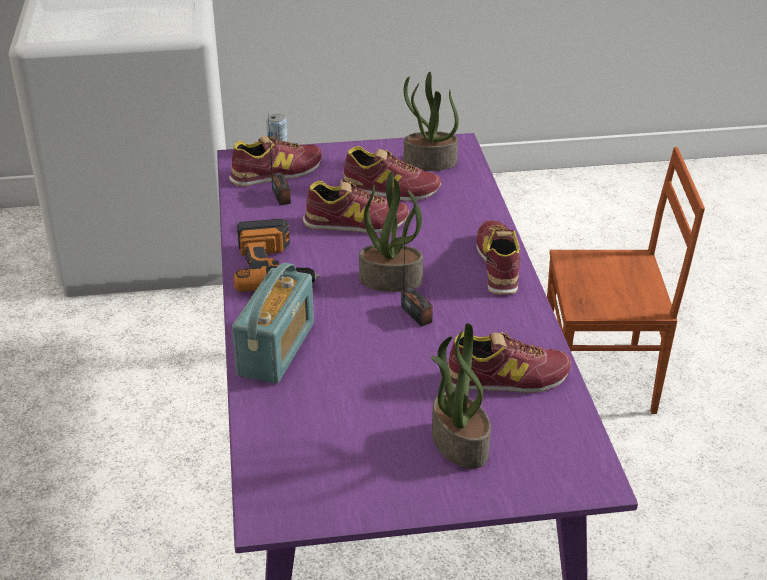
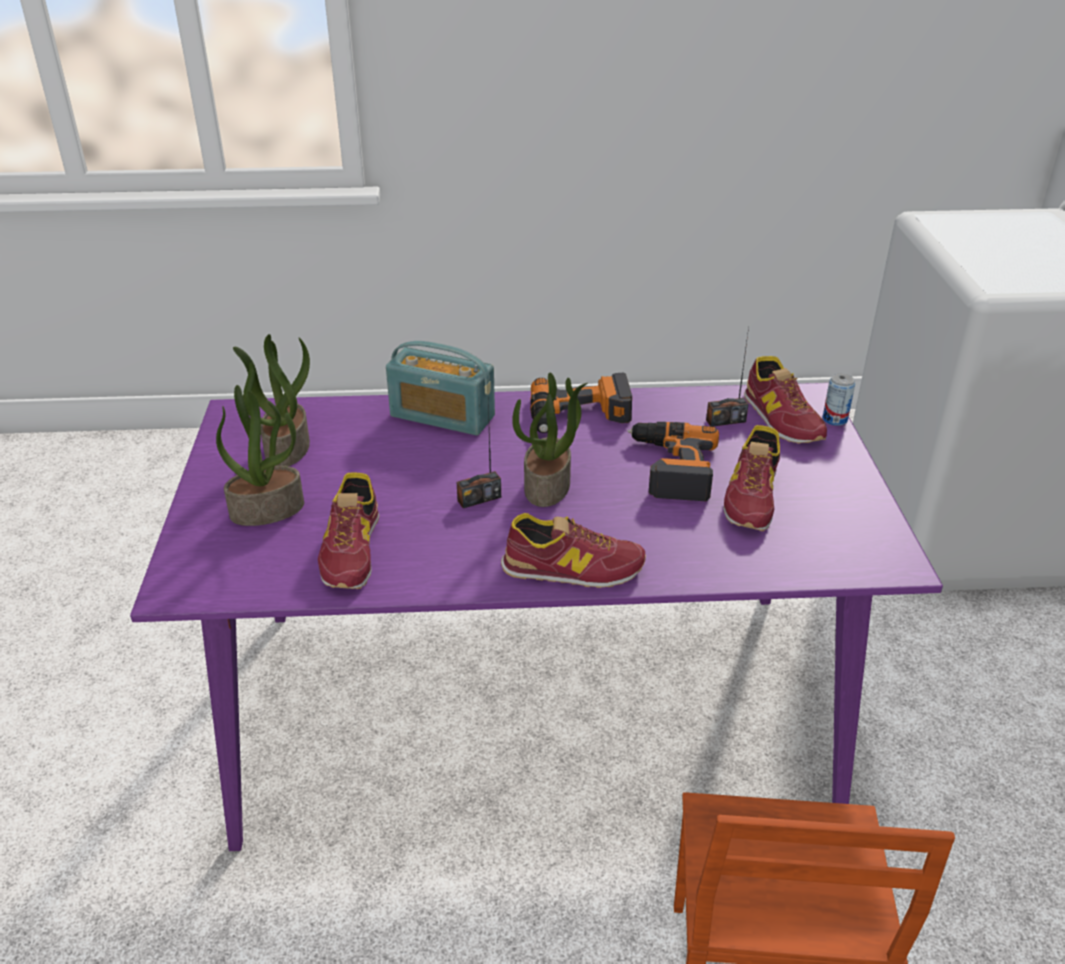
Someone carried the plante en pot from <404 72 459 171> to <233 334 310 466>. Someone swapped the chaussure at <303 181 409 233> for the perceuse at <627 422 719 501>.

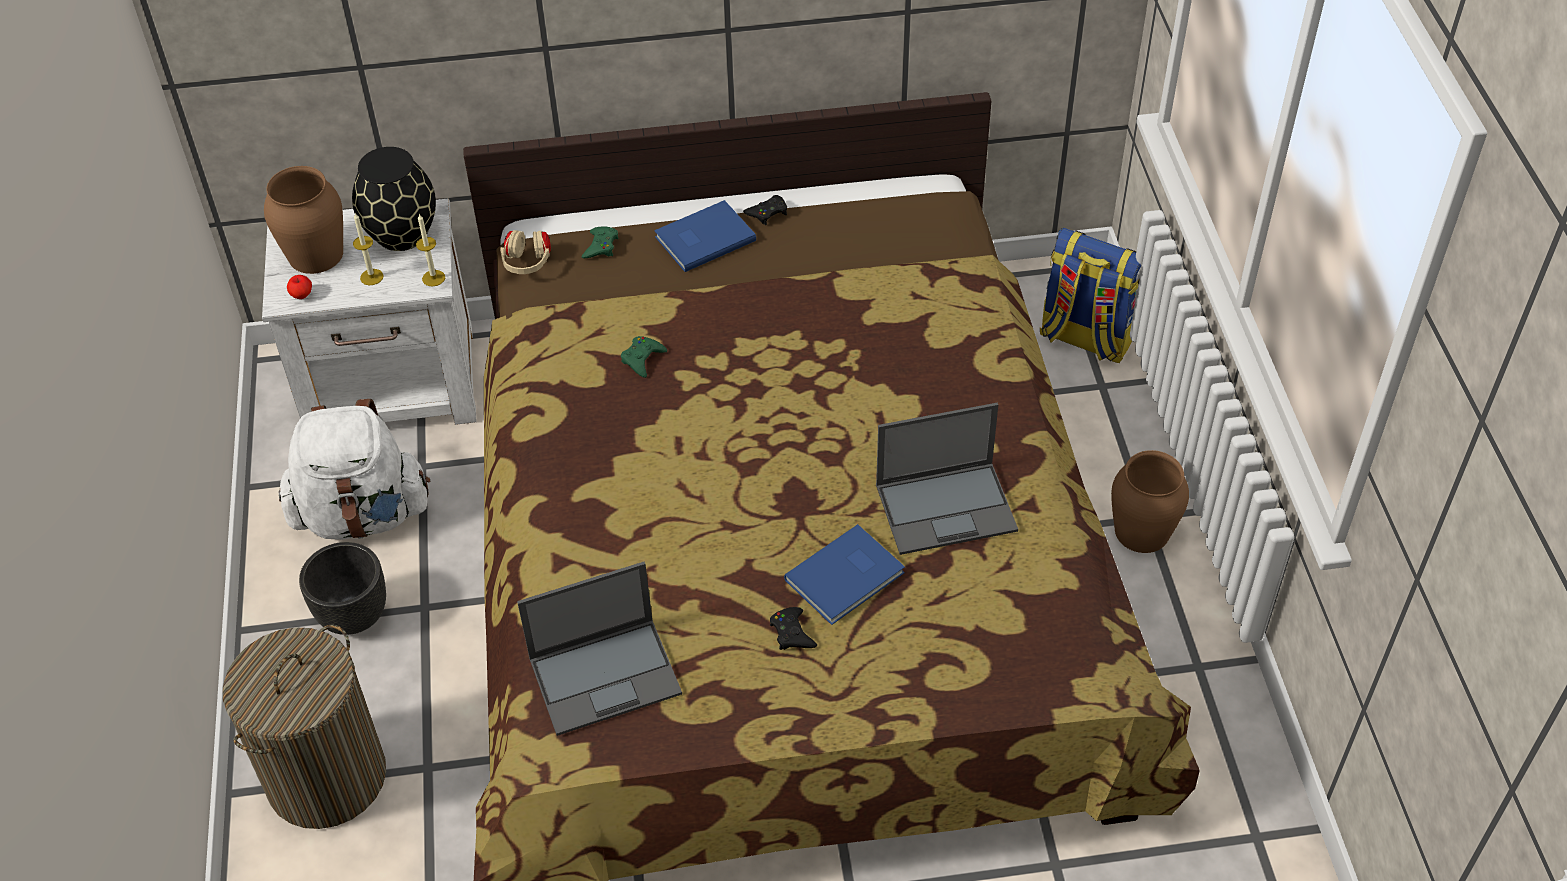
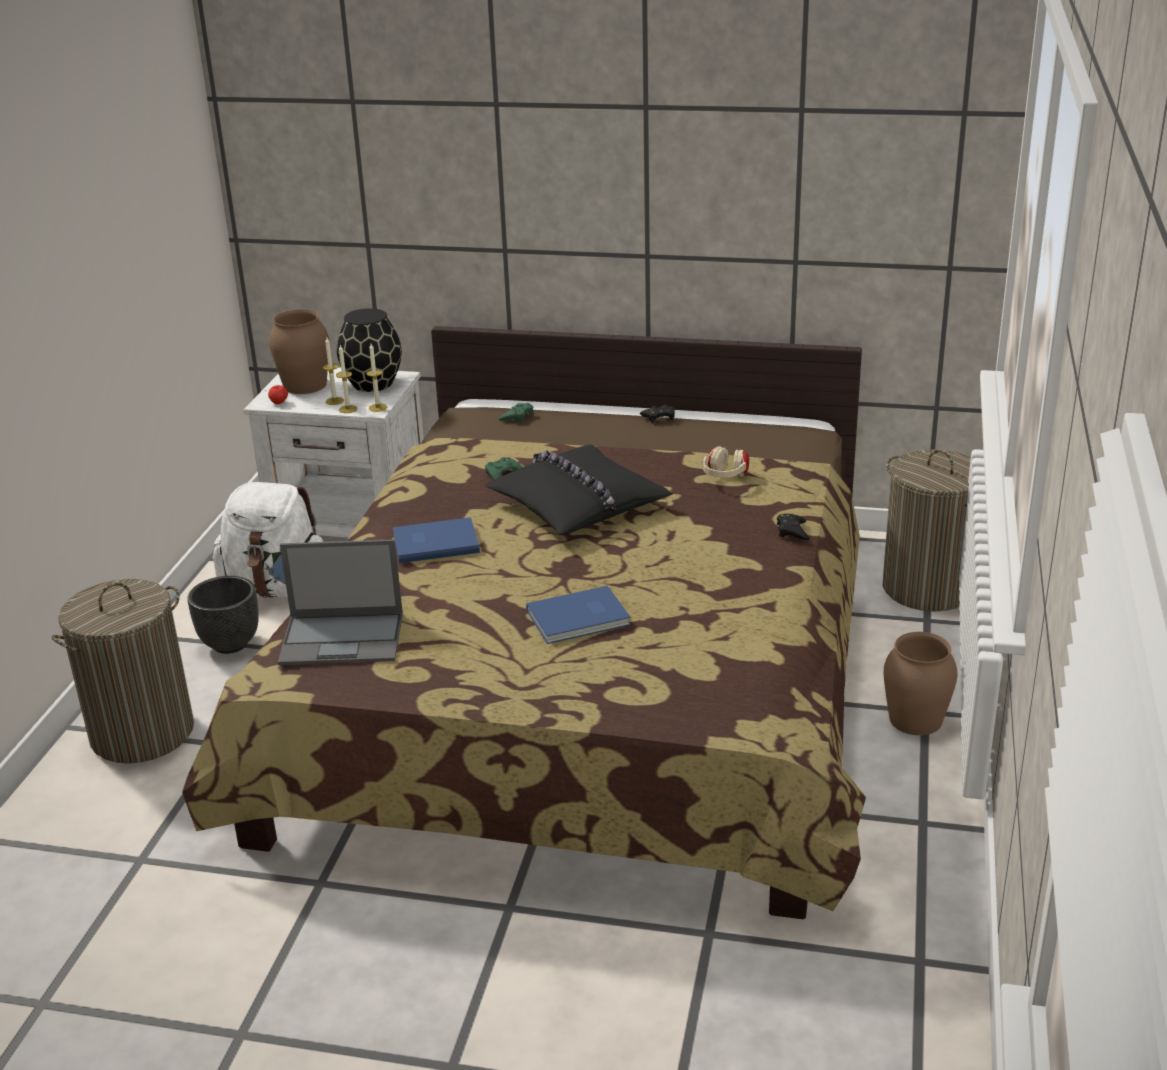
Someone carried the livre/bleu from <654 200 756 272> to <393 517 480 563>. Someone swapped the sac à dos at <1040 228 1141 363> for the panier à linge at <883 449 971 611>. Someone carried the casque audio/beige from <500 230 551 274> to <703 446 749 478>. Someone took away the ordinateur portable at <876 403 1018 555>. Someone carried the manette/noir from <770 607 817 650> to <777 513 810 540>. Someone put down the bougie at <336 345 357 413>. Someone put down the coussin/noir at <485 445 673 535>.

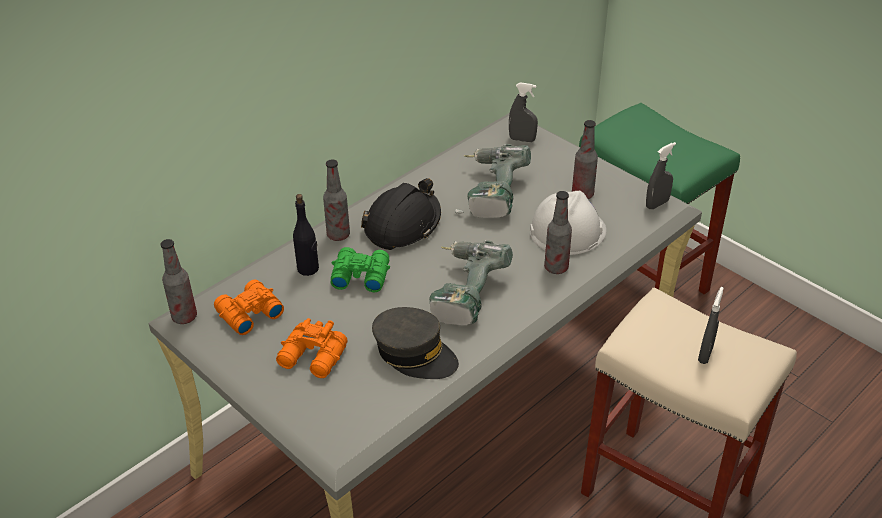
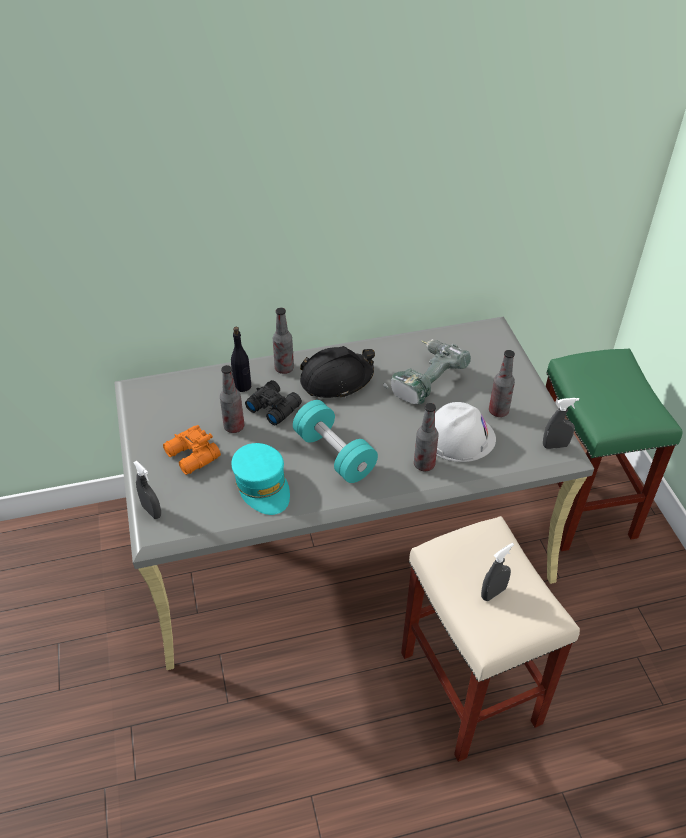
Someone carried the vaporisateur/gris from <509 82 538 142> to <134 461 161 519>. Someone carried the bouteille from <161 239 197 324> to <220 365 244 433>. Someone swapped the perceuse at <429 240 513 325> for the haltère/turquoise at <293 400 378 483>. Someone repainted the jumelles/vert at <331 247 390 292>, which became the jumelles/noir at <245 380 302 425>. Someone took away the jumelles/orange at <214 280 284 335>. Someone repainted the casquette/gris at <372 307 459 379>, which became the casquette/turquoise at <231 443 290 515>.

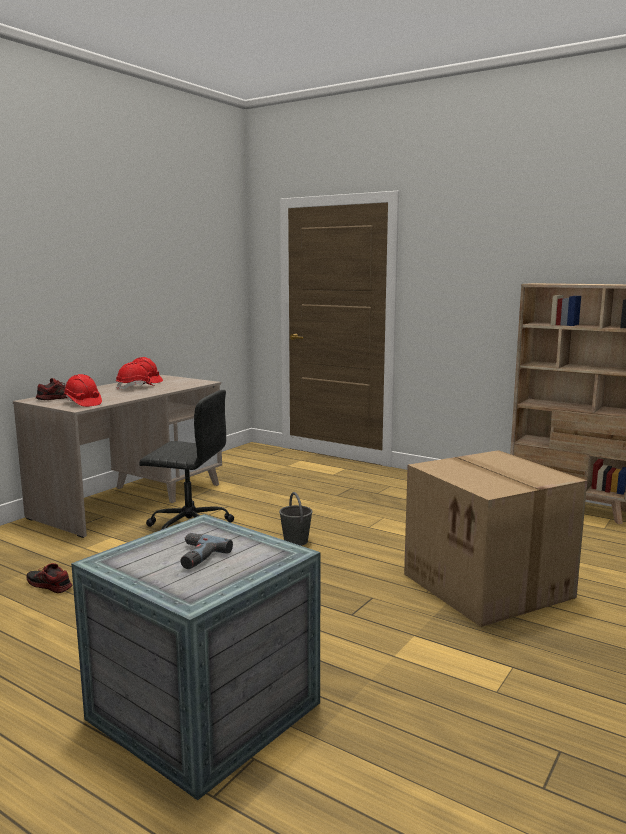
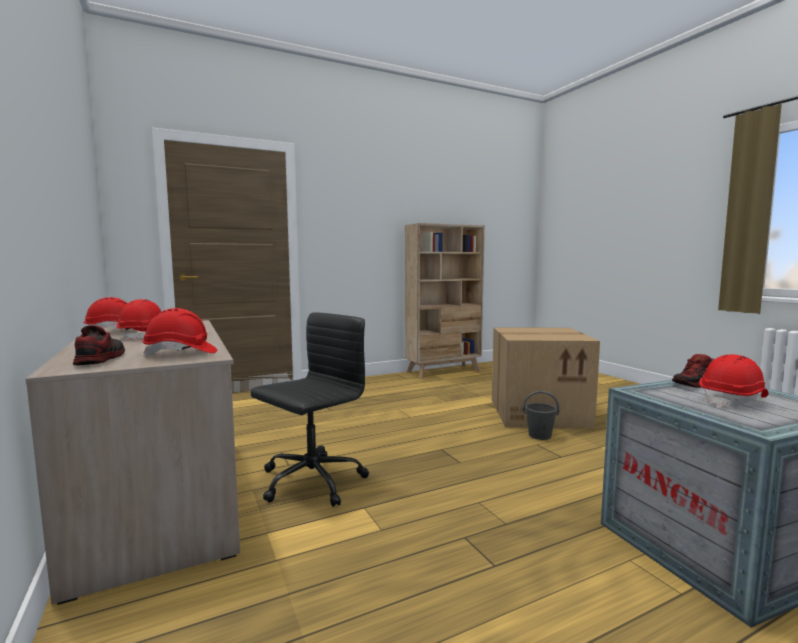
Someone carried the seau/gris from <279 492 313 546> to <523 391 560 440>. Someone swapped the perceuse at <181 533 233 569> for the casque de chantier/rouge at <699 354 769 408>. Someone carried the chaussure from <26 563 72 593> to <672 354 714 388>.

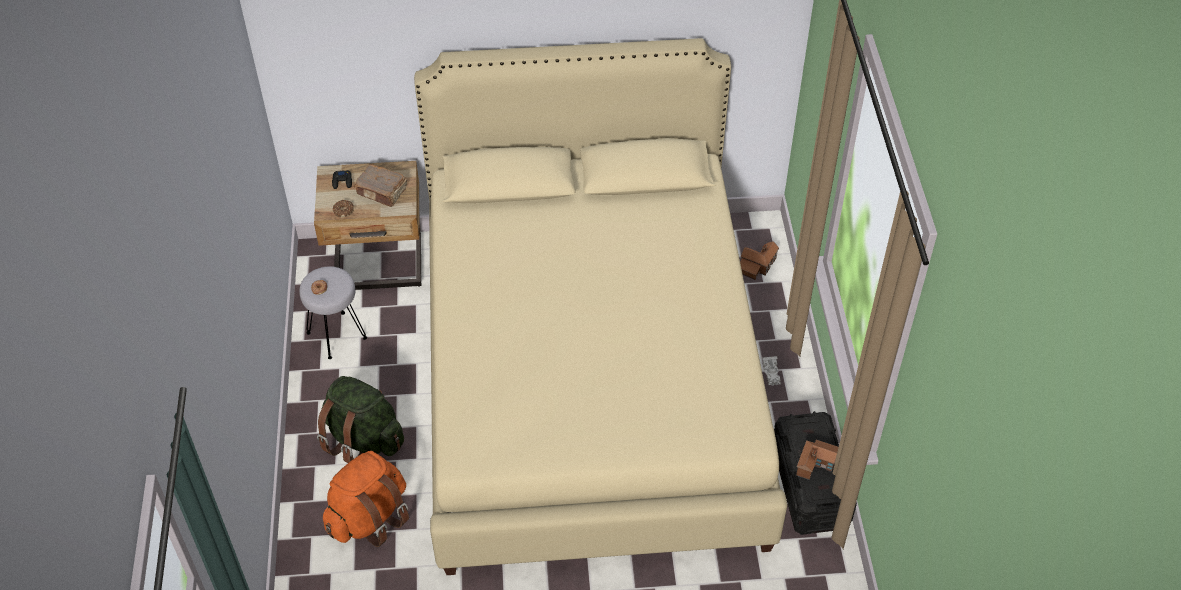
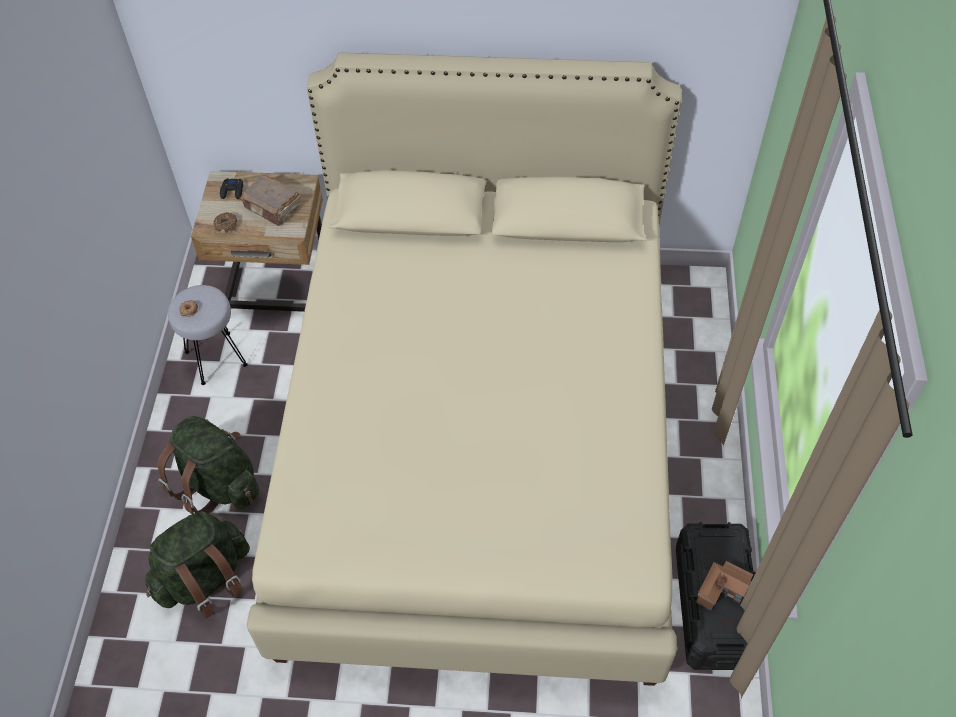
Someone took away the maison miniature at <740 241 779 280>. Someone took away the petite voiture/blanc at <762 356 781 386>. Someone repainted the sac à dos/orange at <323 451 409 547>, which became the sac à dos/vert at <145 511 250 618>.

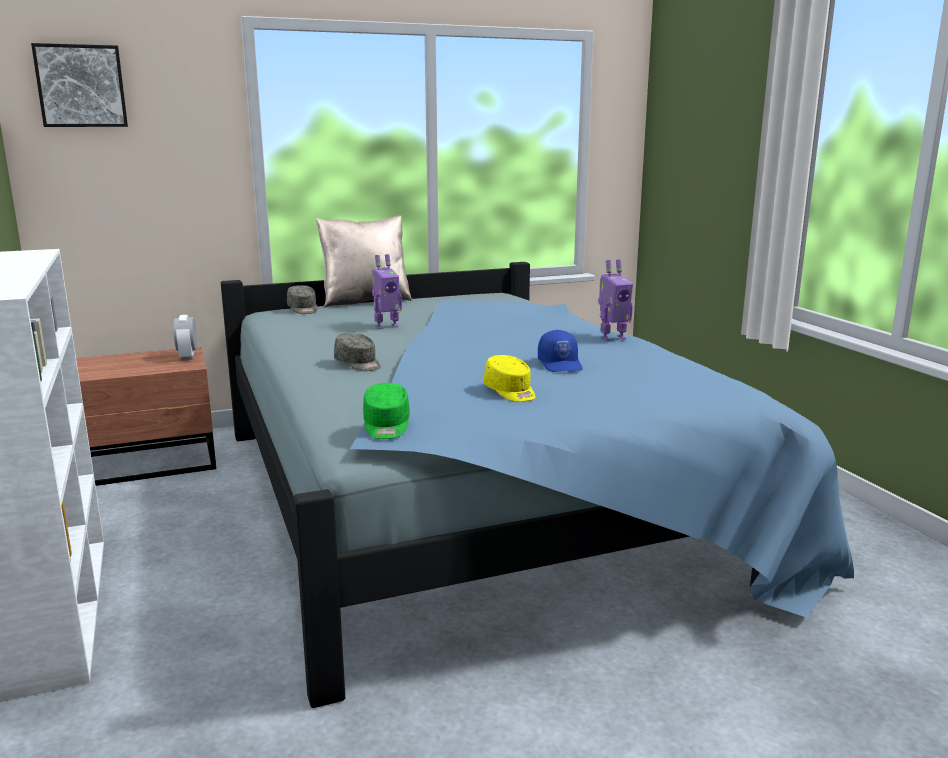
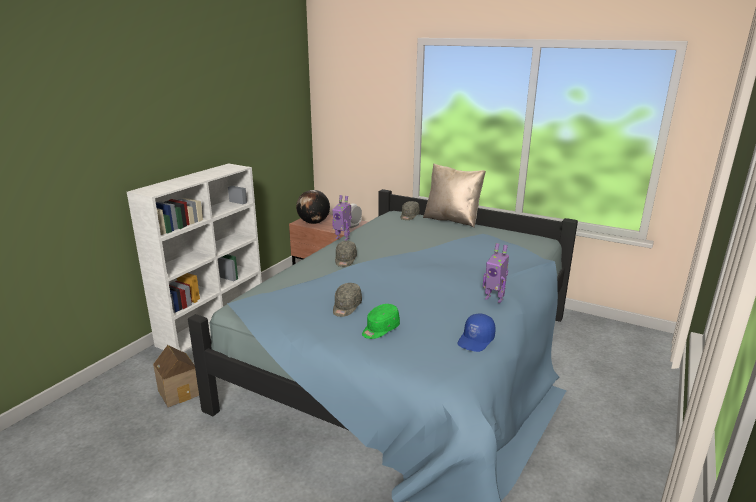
Someone took away the tableau at <31 43 128 127>. Someone carried the robot jouet from <372 254 402 329> to <332 195 352 241>. Someone carried the casquette/bleu from <538 330 583 372> to <457 314 496 352>. Someone repainted the casquette/jaune at <484 355 535 402>, which became the casquette/gris at <333 283 362 317>. Someone carried the casquette/vert from <363 383 410 439> to <362 304 400 339>. Someone put down the globe at <296 190 330 224>. Someone put down the maison miniature at <153 345 199 407>.

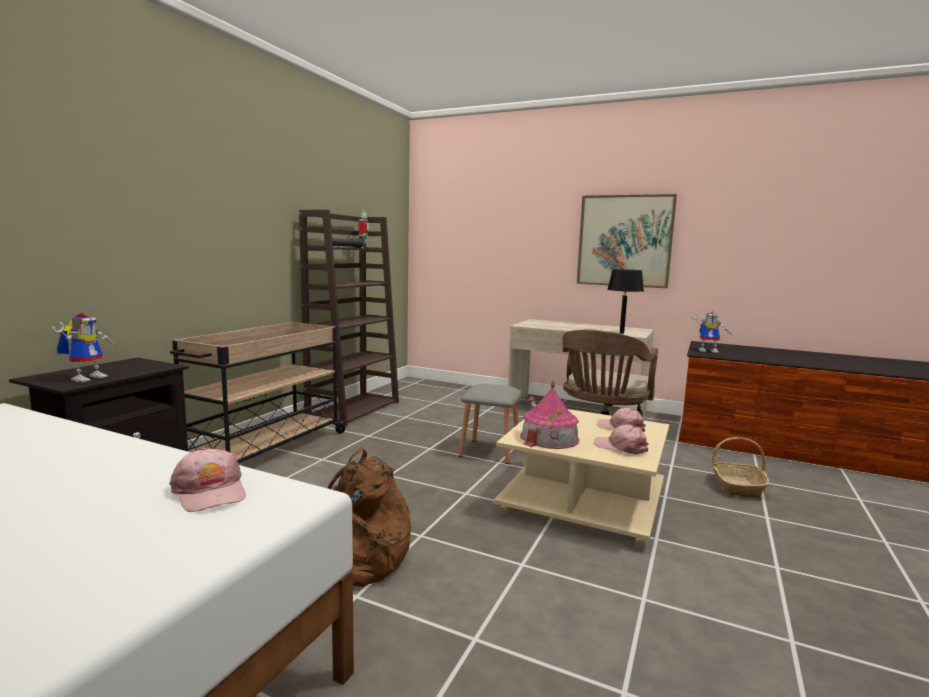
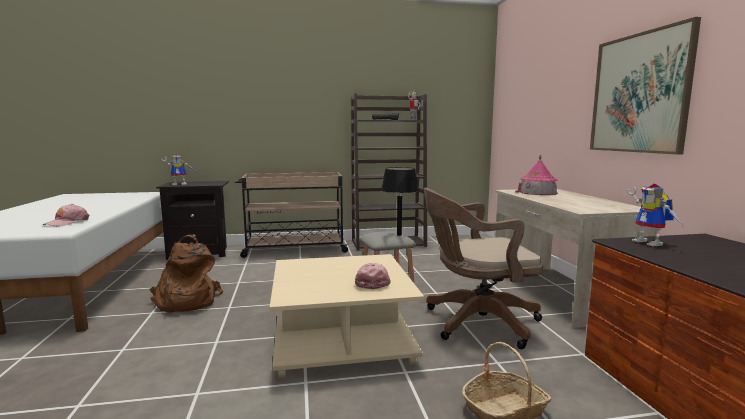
Someone carried the lampe de table/noir from <607 269 644 334> to <381 167 419 236>. Someone carried the maison miniature from <520 382 579 449> to <515 155 558 195>. Someone took away the casquette/rose at <594 425 649 455>.

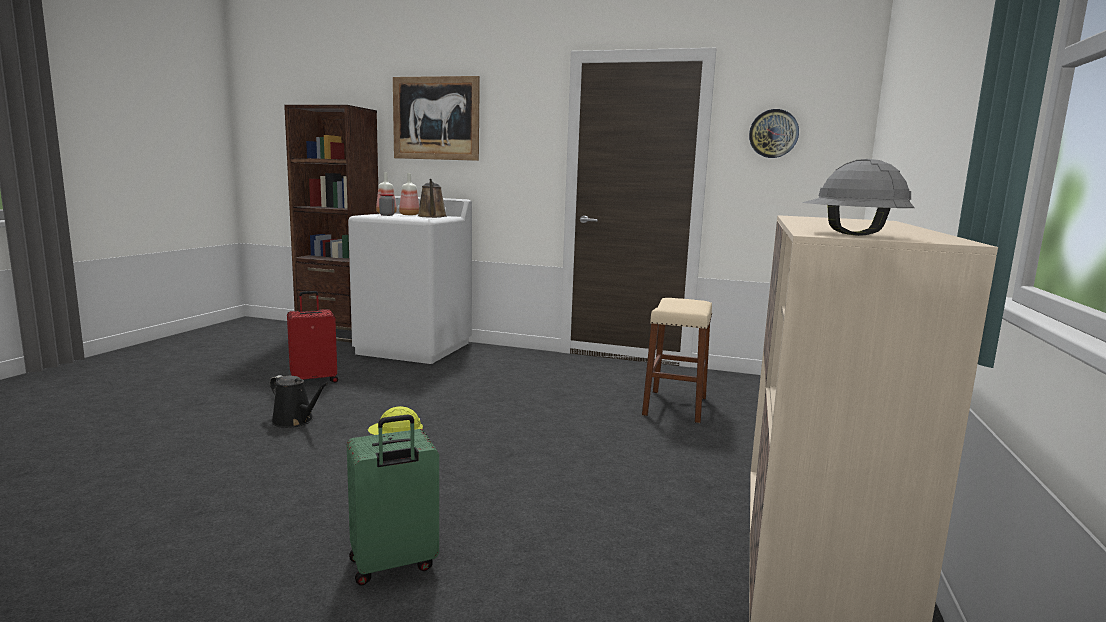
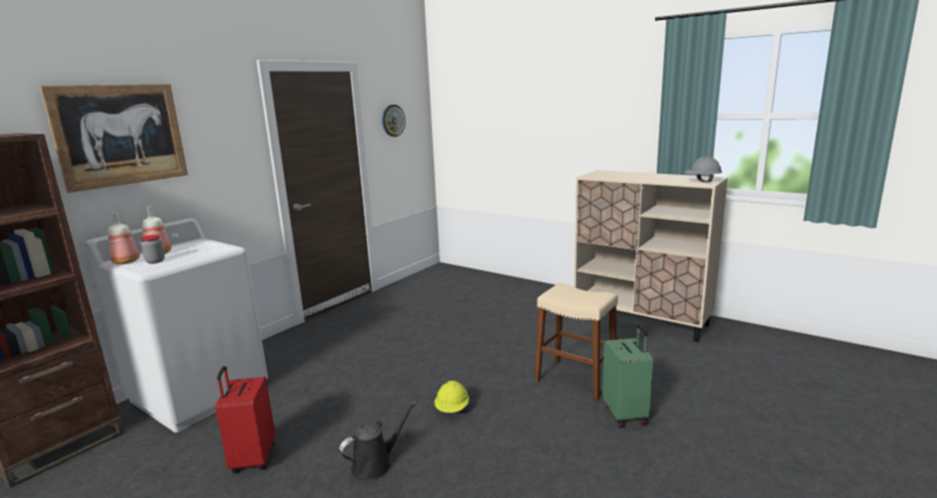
Someone took away the arrosoir/marron at <418 179 447 218>. Someone carried the tabouret/beige from <642 298 712 423> to <535 283 618 401>.

